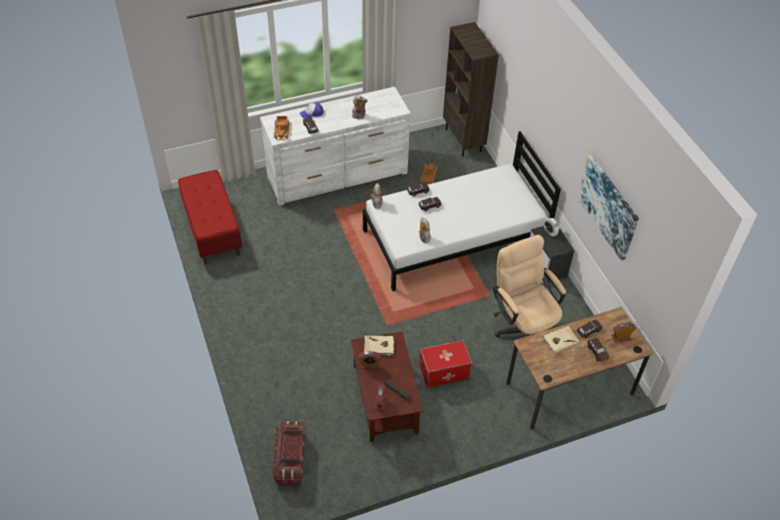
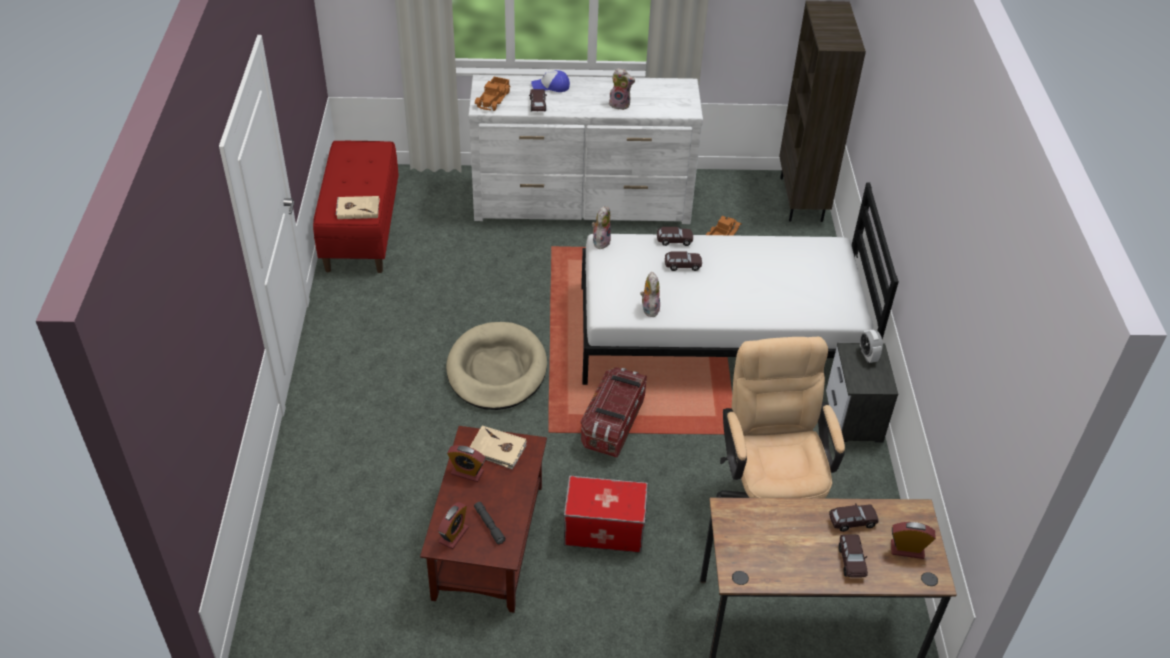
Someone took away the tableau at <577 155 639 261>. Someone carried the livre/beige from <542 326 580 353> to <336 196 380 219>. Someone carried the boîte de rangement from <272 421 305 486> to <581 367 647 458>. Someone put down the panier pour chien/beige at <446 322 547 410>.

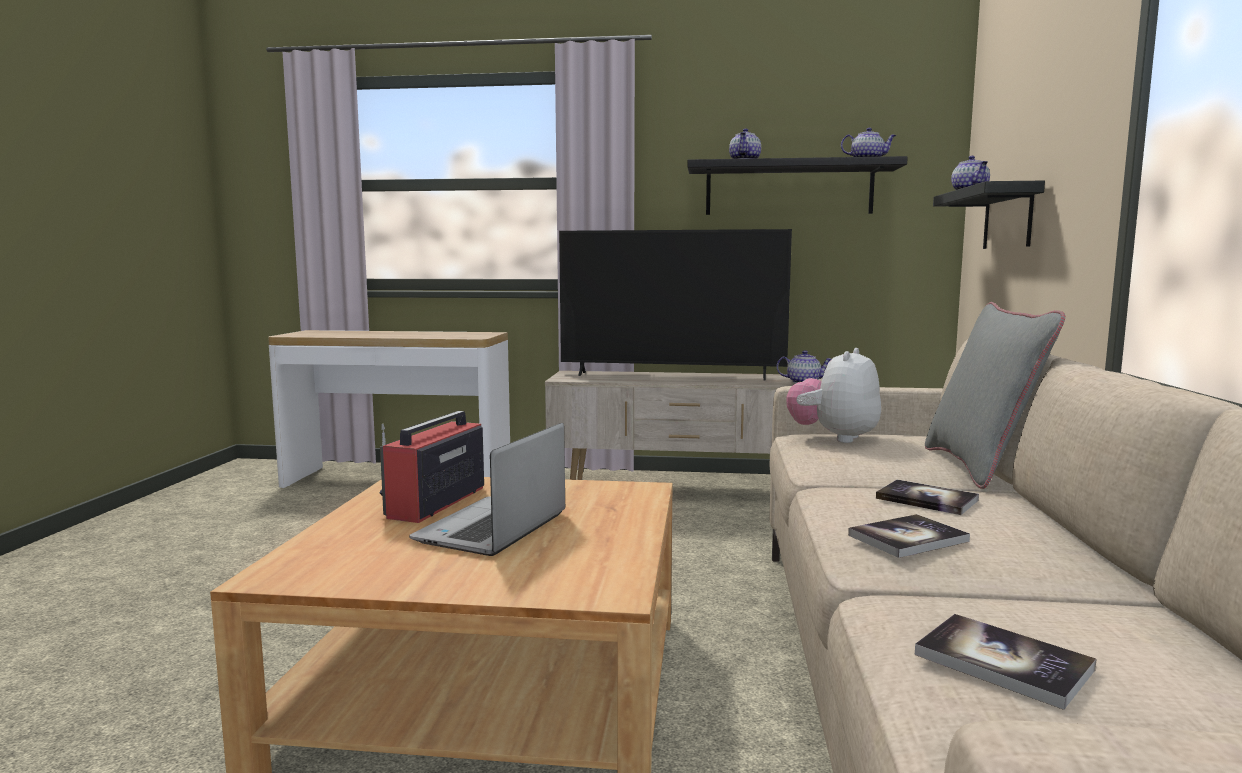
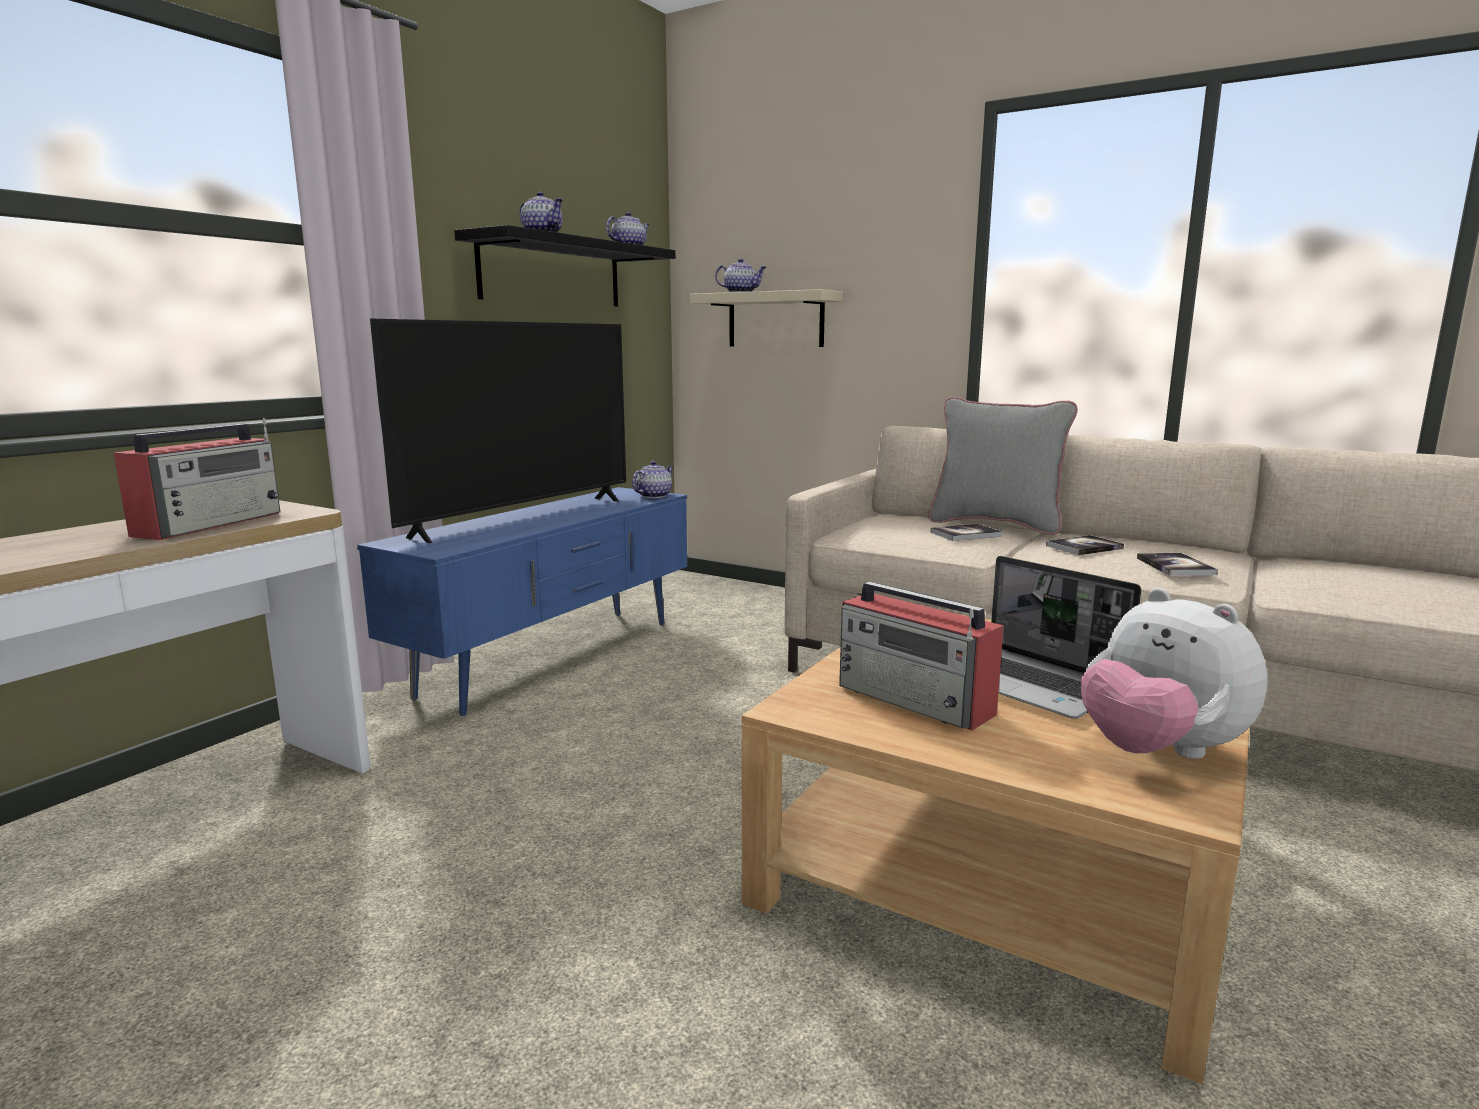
Someone repainted the étagère/noir at <933 181 1045 249>, which became the étagère/beige at <690 289 843 347>. Someone carried the peluche from <786 348 881 443> to <1081 588 1267 759>. Someone repainted the meuble télé/beige at <545 371 822 480>, which became the meuble télé/bleu at <357 487 687 716>. Someone carried the livre from <915 614 1096 710> to <931 524 1002 541>. Someone put down the radio at <114 418 280 540>.

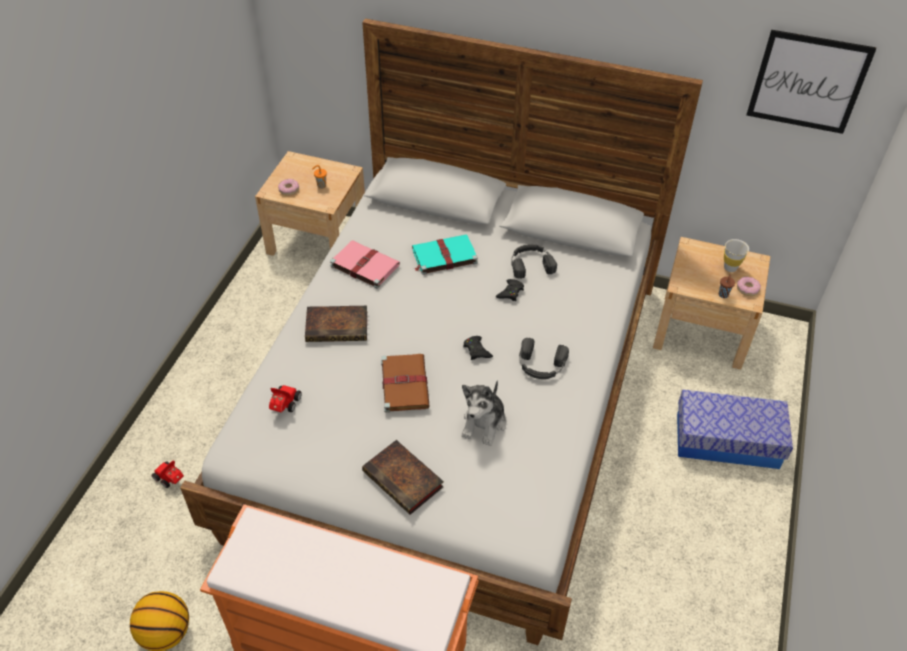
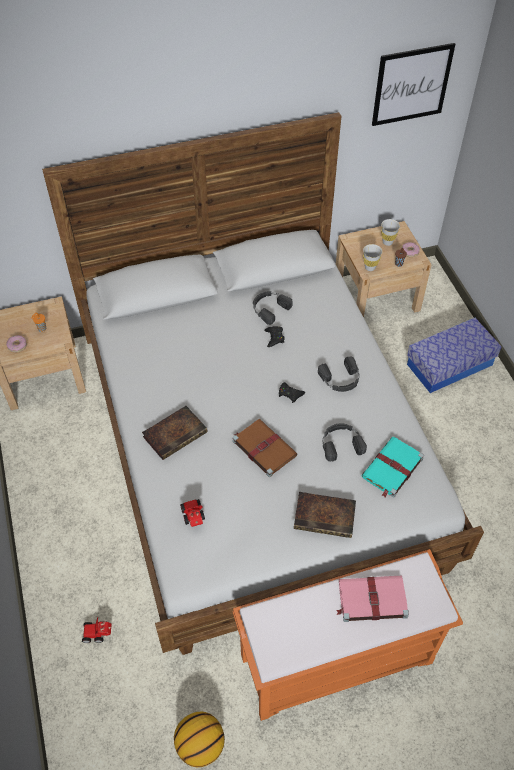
Someone carried the livre/turquoise from <412 234 478 275> to <361 437 424 498>. Someone carried the livre/rose from <330 240 400 288> to <336 576 409 622>. Someone swapped the peluche at <462 380 506 446> for the casque audio/noir at <323 423 367 462>. Someone put down the tasse/blanc at <363 244 382 271>.

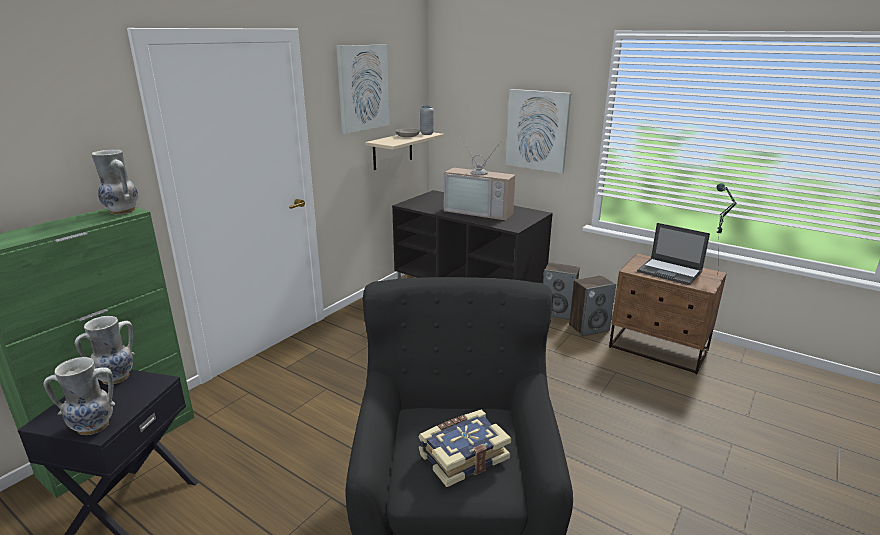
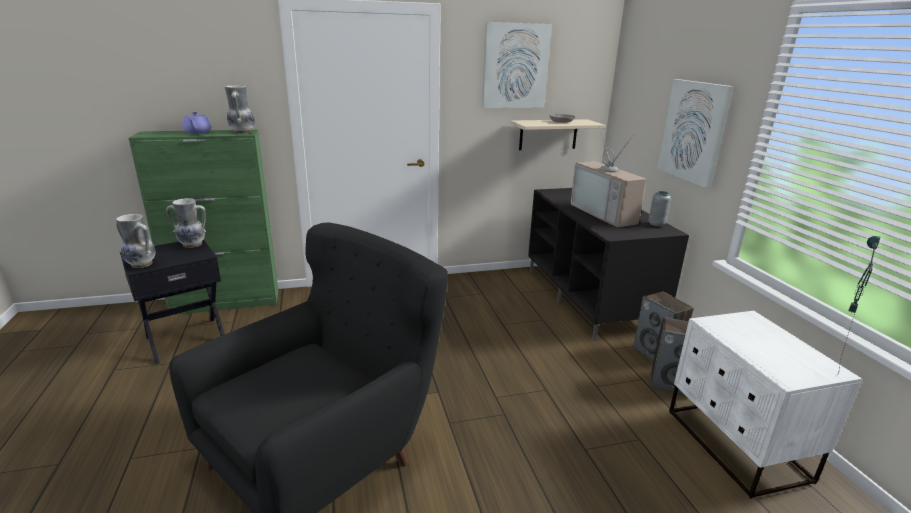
Someone carried the vase/gris from <420 105 434 135> to <649 191 671 227>. Someone took away the ordinateur portable at <637 223 710 285>. Someone repainted the table de chevet/marron at <609 254 727 374>, which became the table de chevet/blanc at <669 311 862 499>. Someone took away the livre at <419 409 511 487>. Someone put down the théière/violet at <182 112 211 134>.

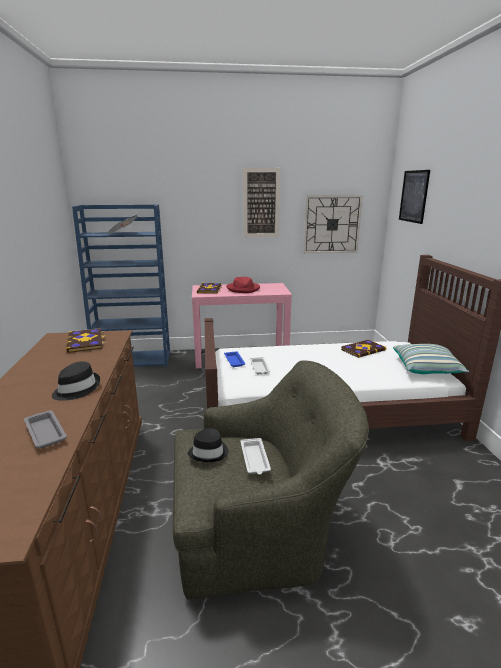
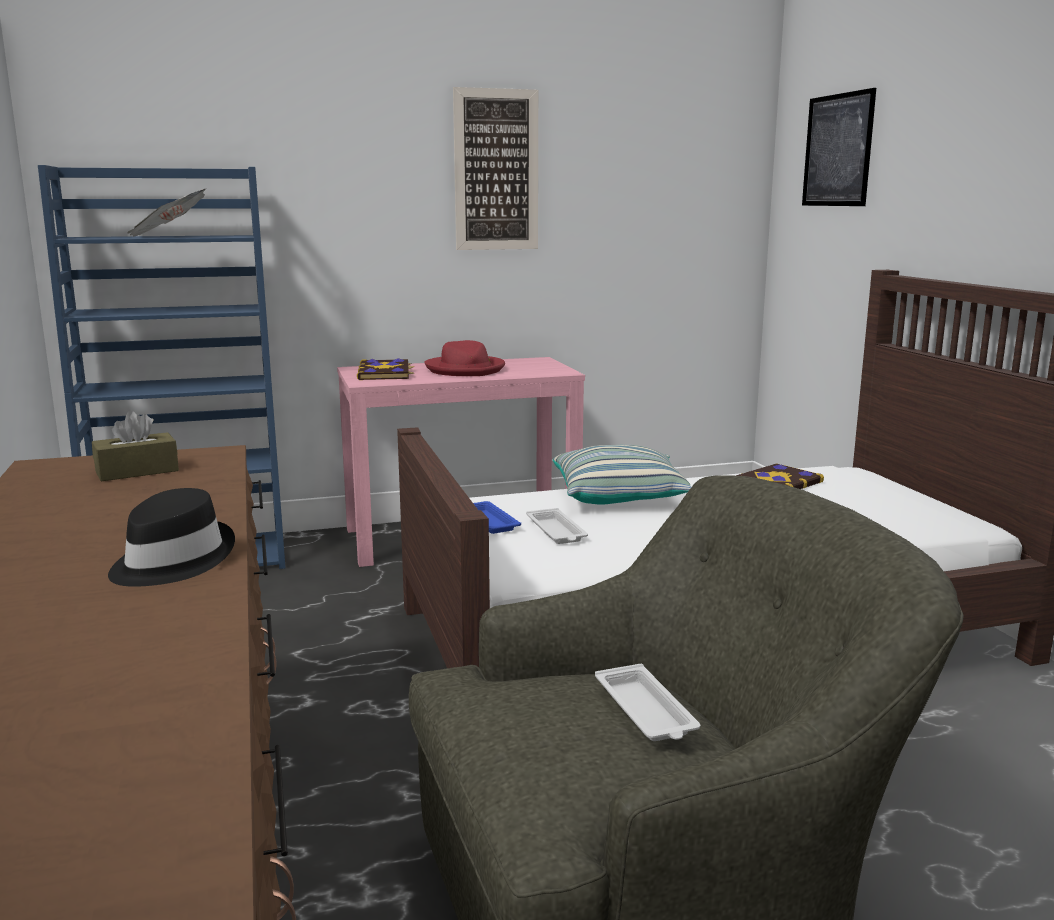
Someone took away the horloge murale at <304 195 363 254>. Someone swapped the livre at <66 328 106 353> for the boîte à mouchoirs/marron at <92 411 179 481>. Someone carried the coussin from <393 344 469 374> to <553 445 691 505>. Someone took away the plateau/gris at <24 410 67 448>. Someone took away the chapeau/noir at <188 428 229 462>.

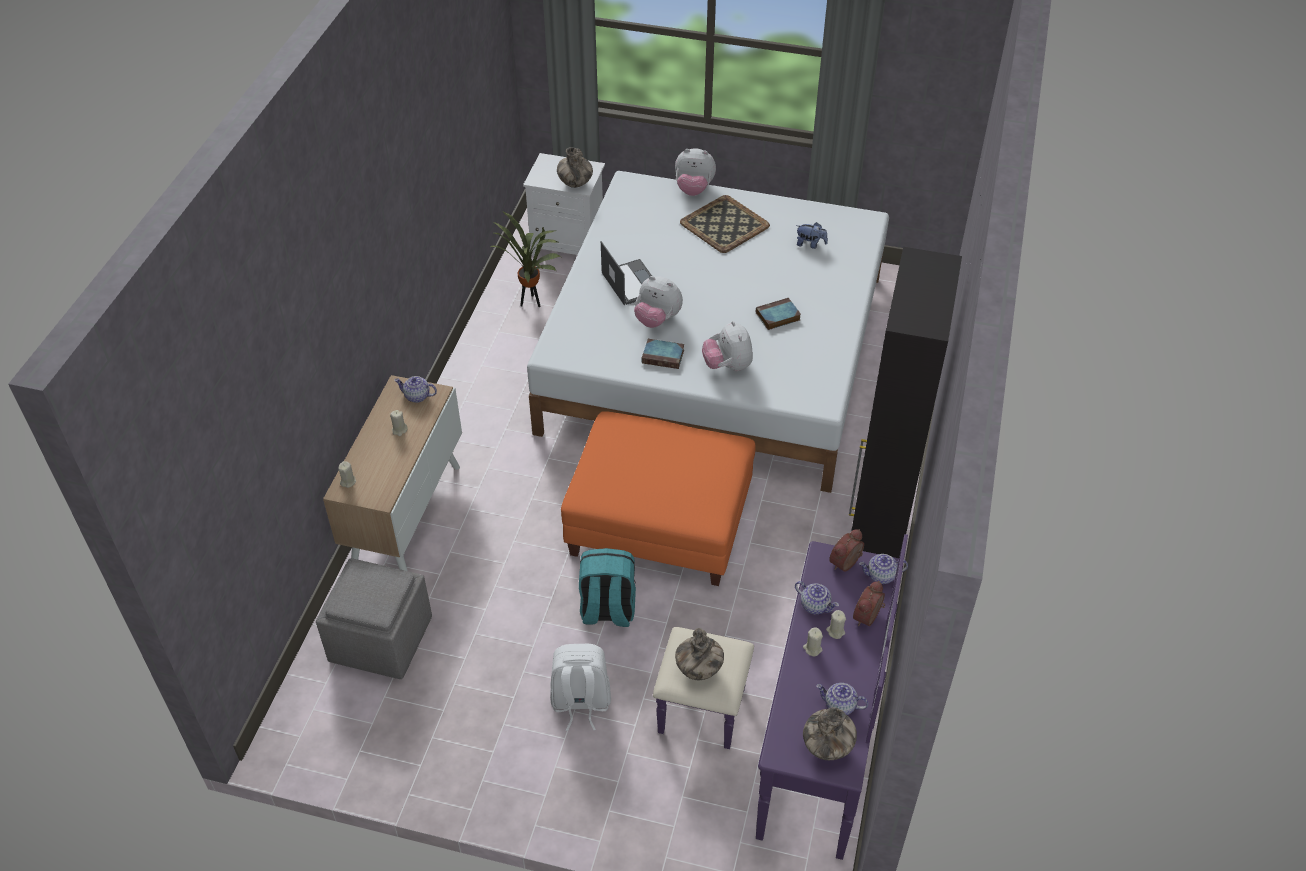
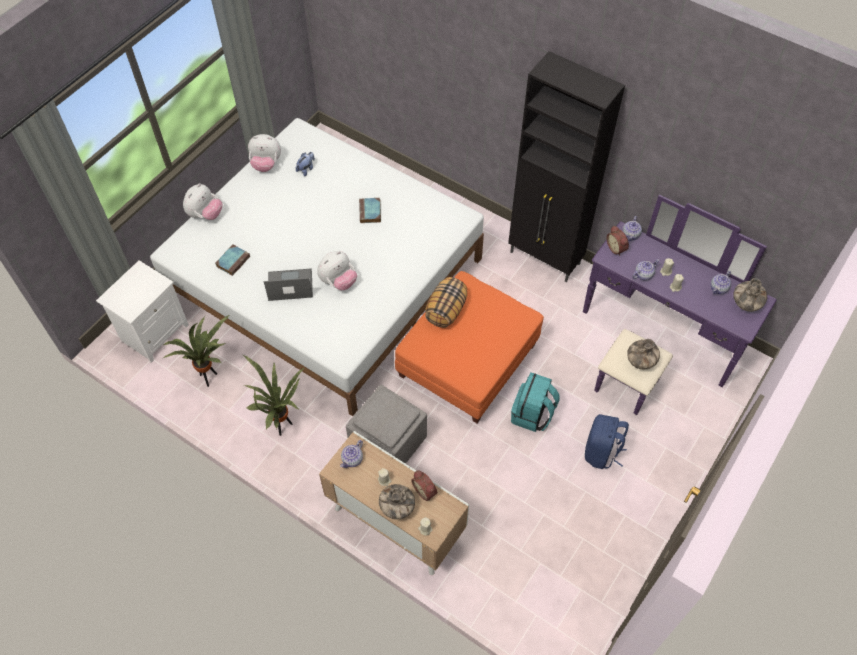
Someone carried the vase from <557 147 593 188> to <379 484 415 519>. Someone took away the plateau at <680 195 770 253>. Someone carried the peluche from <702 321 753 371> to <248 134 281 172>. Someone carried the livre from <642 339 684 369> to <215 245 250 276>. Someone carried the pouf/gris from <316 558 432 679> to <346 385 427 464>. Someone carried the réveil from <853 581 885 626> to <411 470 437 501>. Someone repainted the sac à dos/blanc at <550 644 611 731>, which became the sac à dos/bleu at <585 414 629 469>. Someone put down the coussin at <425 277 467 328>. Someone put down the plante en pot at <243 355 304 436>.

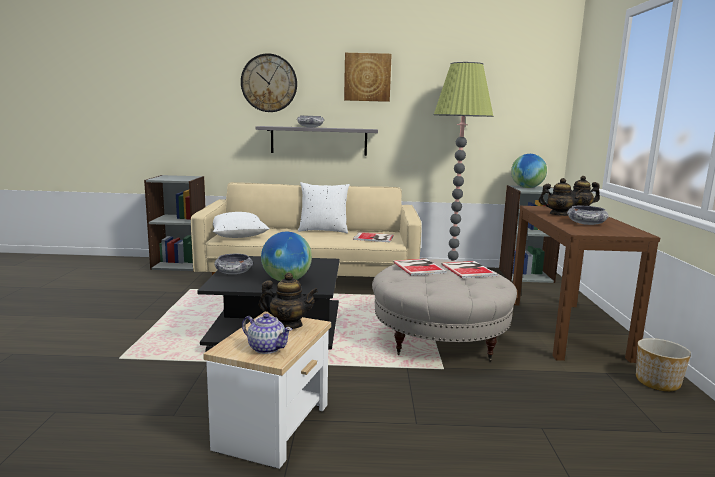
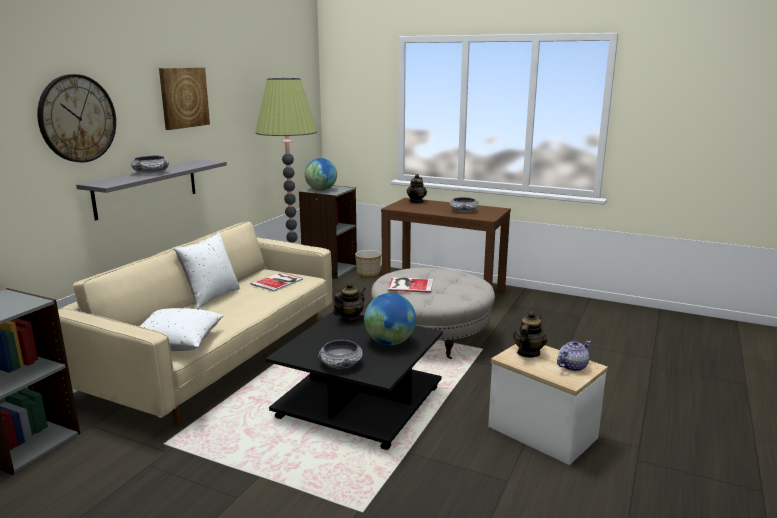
Someone carried the théière from <539 178 584 216> to <333 282 366 322>. Someone took away the livre at <441 261 498 278>. Someone carried the cache-pot from <636 338 691 391> to <355 250 381 277>.

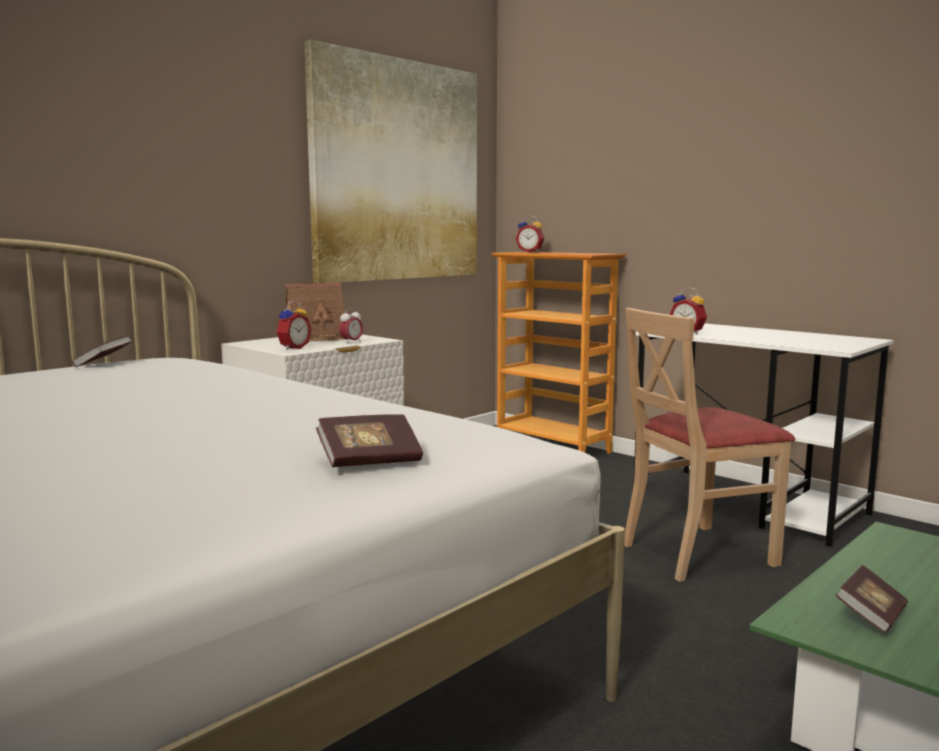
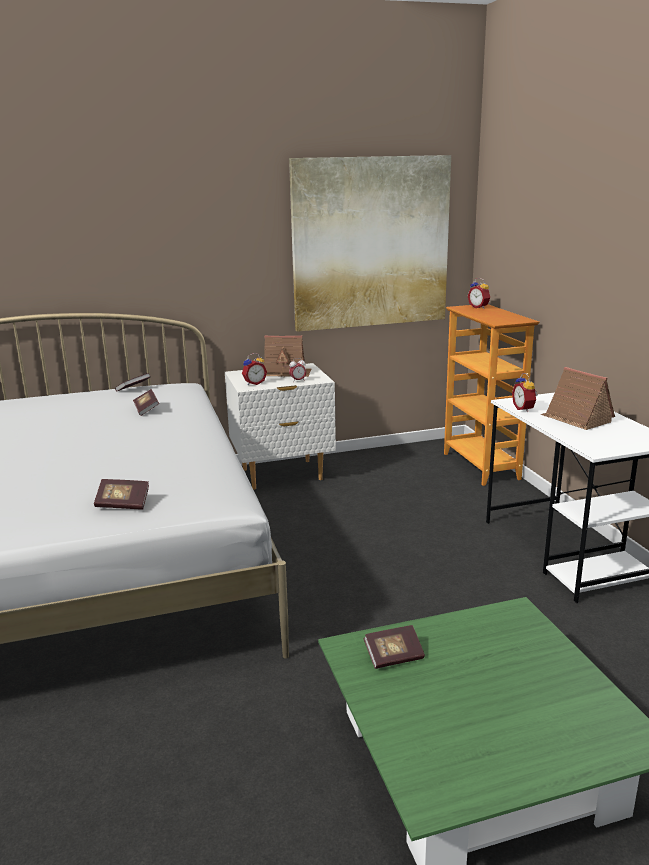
Someone took away the chaise/beige at <624 308 795 582>. Someone put down the maison miniature at <541 367 615 430>. Someone put down the livre at <133 389 159 416>.

